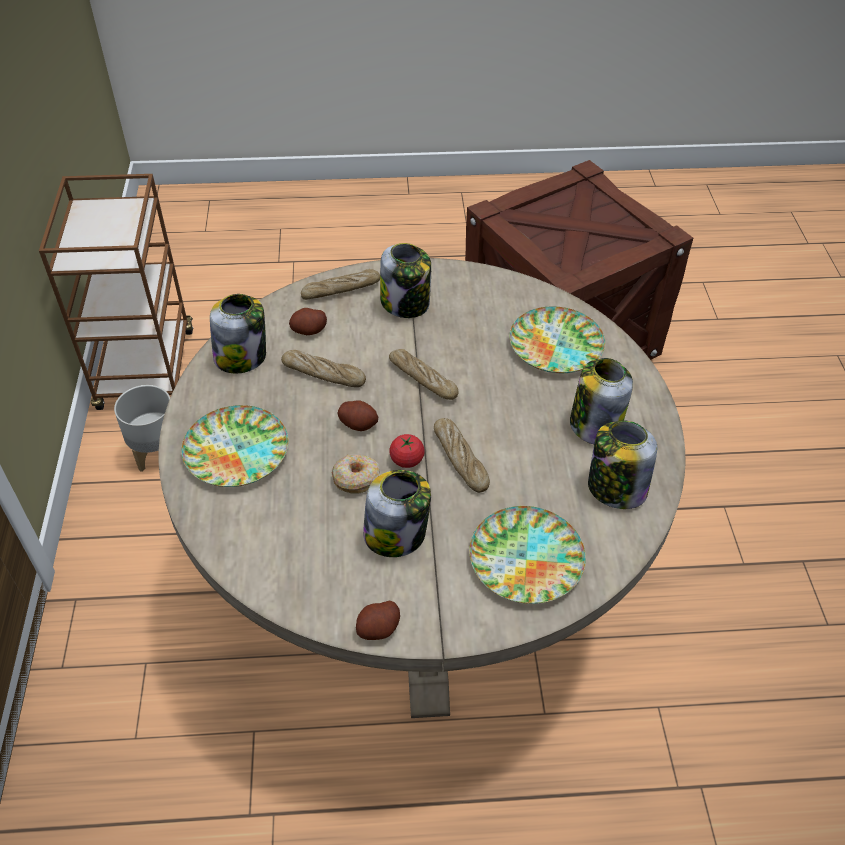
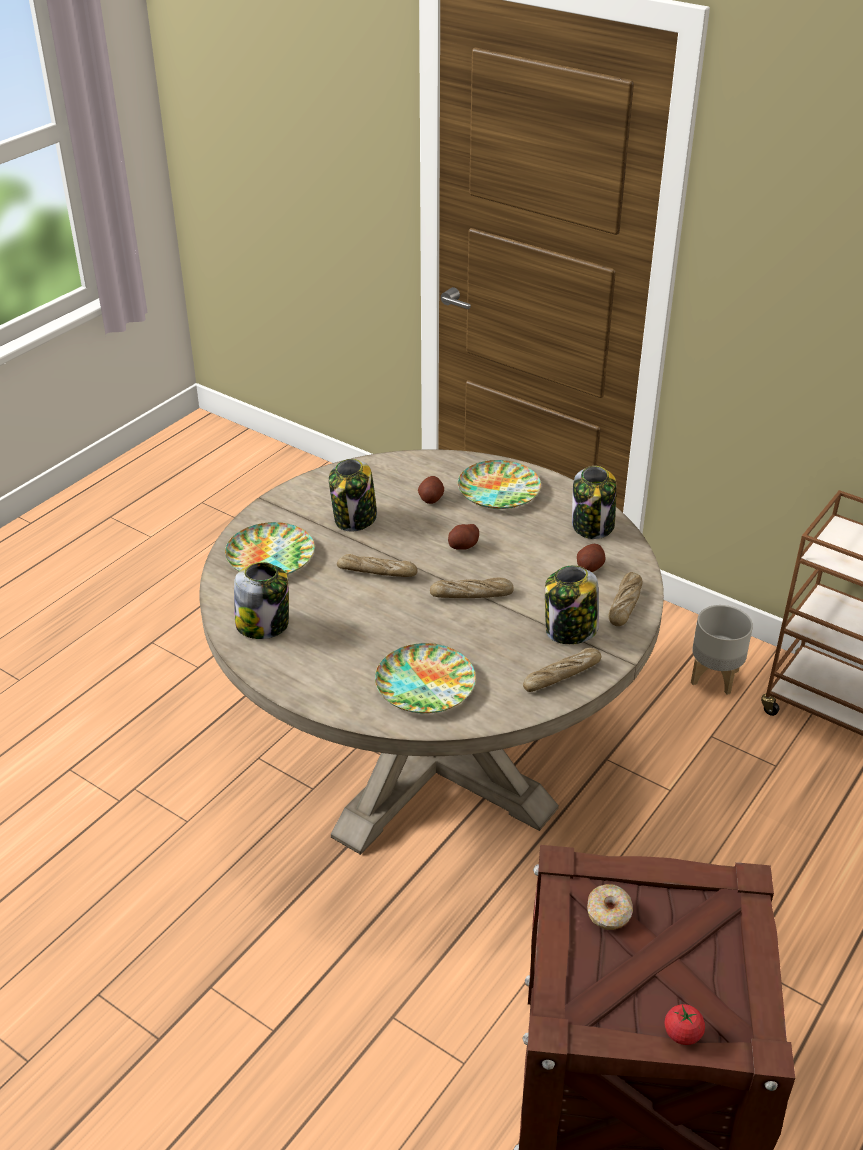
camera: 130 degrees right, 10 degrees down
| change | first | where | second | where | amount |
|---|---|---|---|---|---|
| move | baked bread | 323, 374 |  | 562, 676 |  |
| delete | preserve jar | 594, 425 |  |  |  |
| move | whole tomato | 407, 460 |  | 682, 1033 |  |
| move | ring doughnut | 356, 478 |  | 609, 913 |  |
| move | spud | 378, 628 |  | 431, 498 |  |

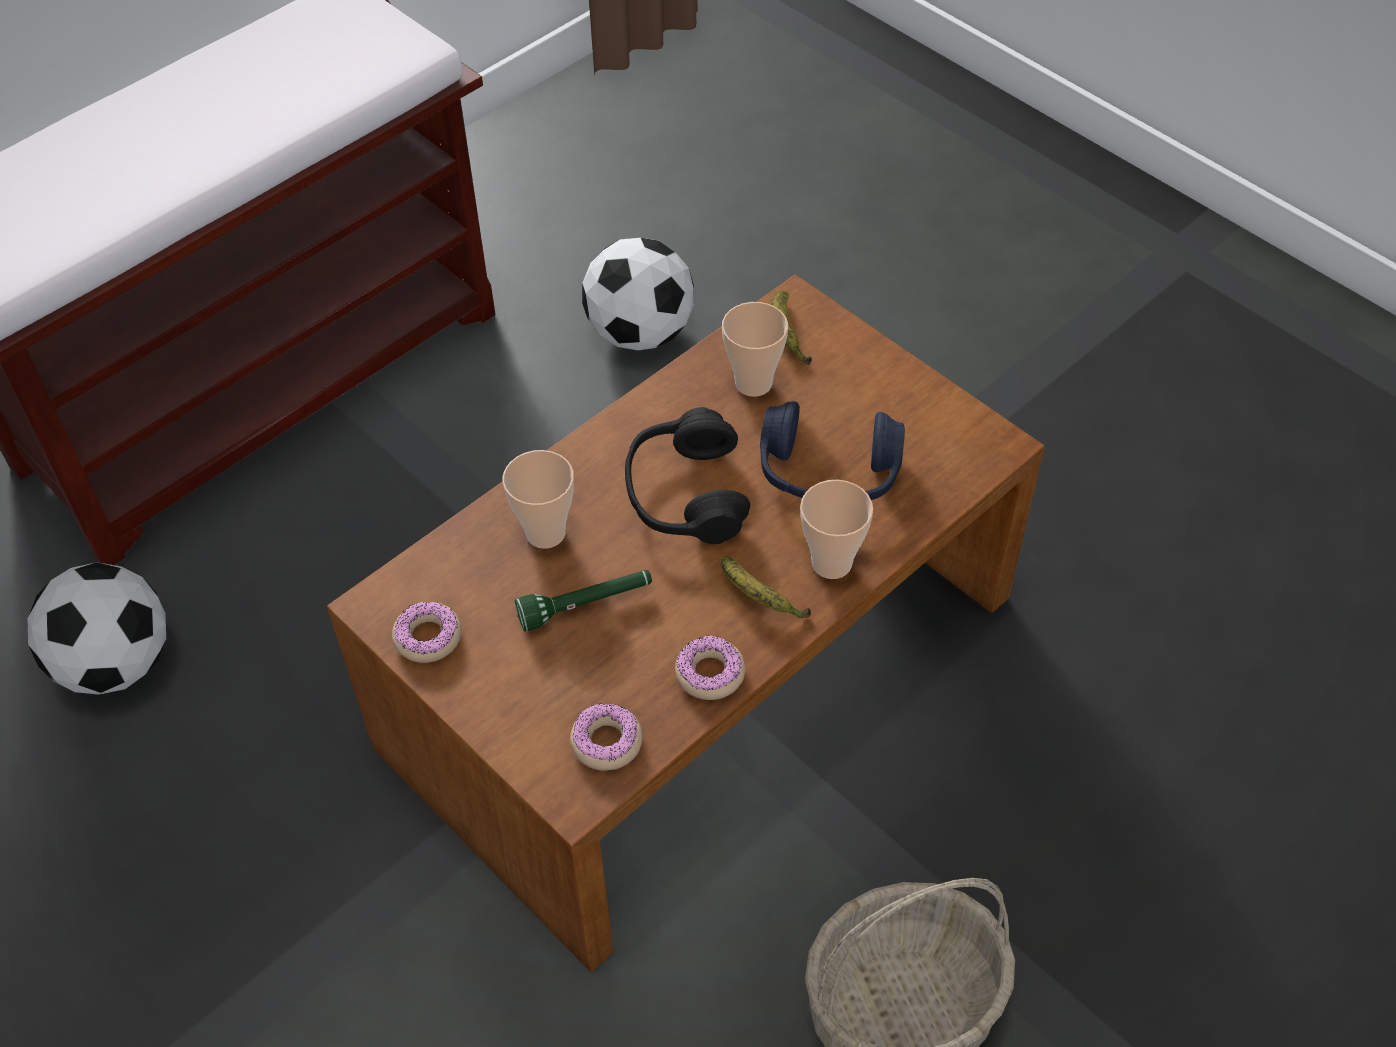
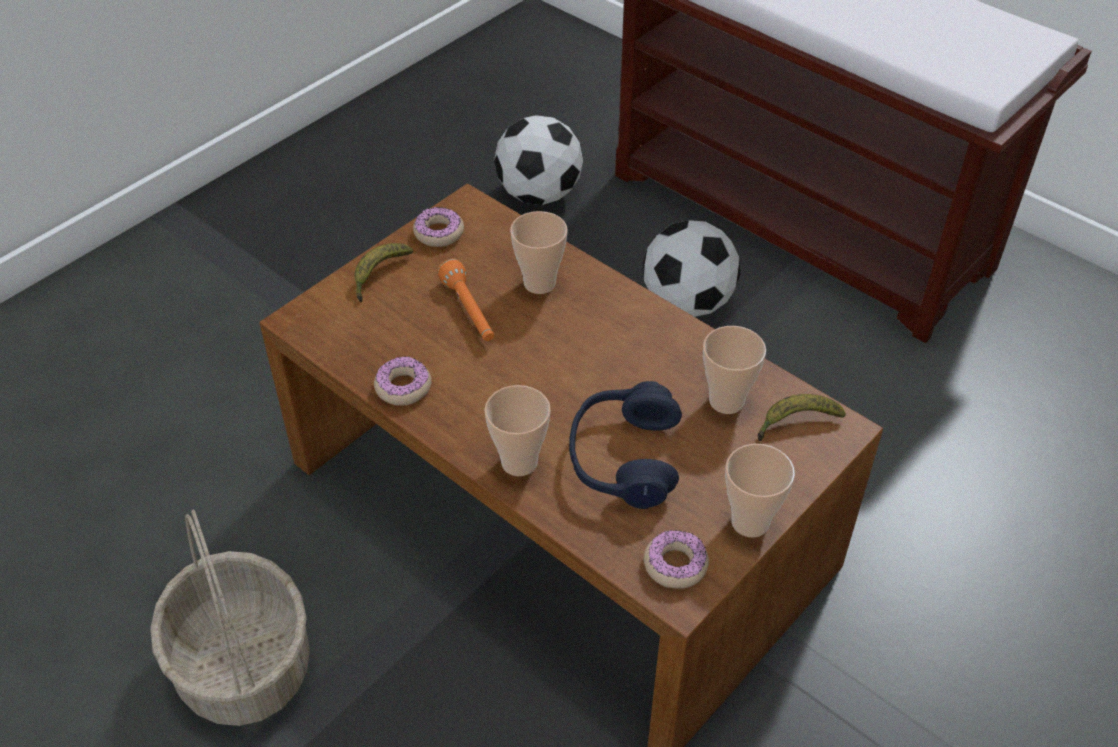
camera: 85 degrees right, 5 degrees down
| change | first | where | second | where | amount |
|---|---|---|---|---|---|
| move | ball for football | 640, 333 |  | 687, 303 |  |
| delete | headset (black-coloured) | 685, 494 |  |  |  |
| move | banana | 759, 598 |  | 379, 275 |  |
| recolor | hand torch (greenish) | 586, 605 | hand torch (orange) | 469, 311 |  |
| move | ring doughnut | 607, 742 |  | 675, 565 |  |
| insert |  |  | small cup | 750, 522 |  |

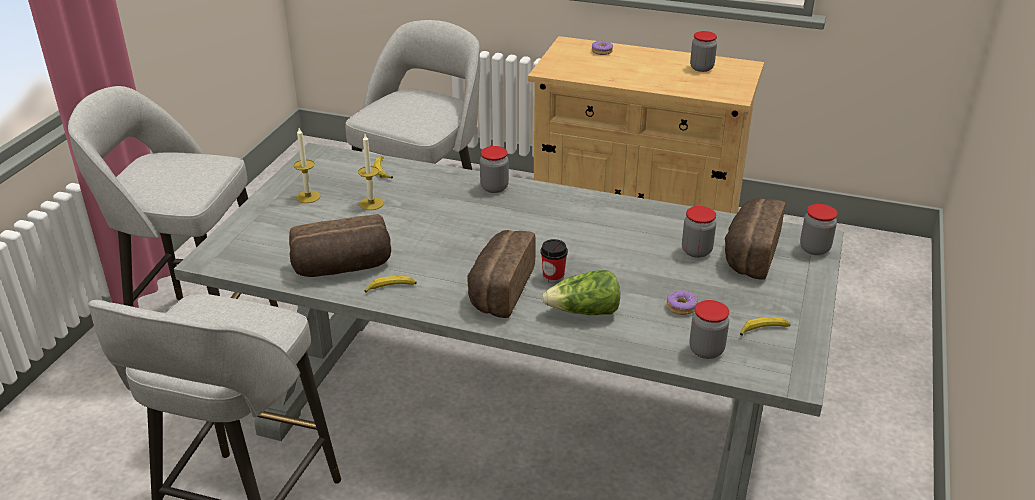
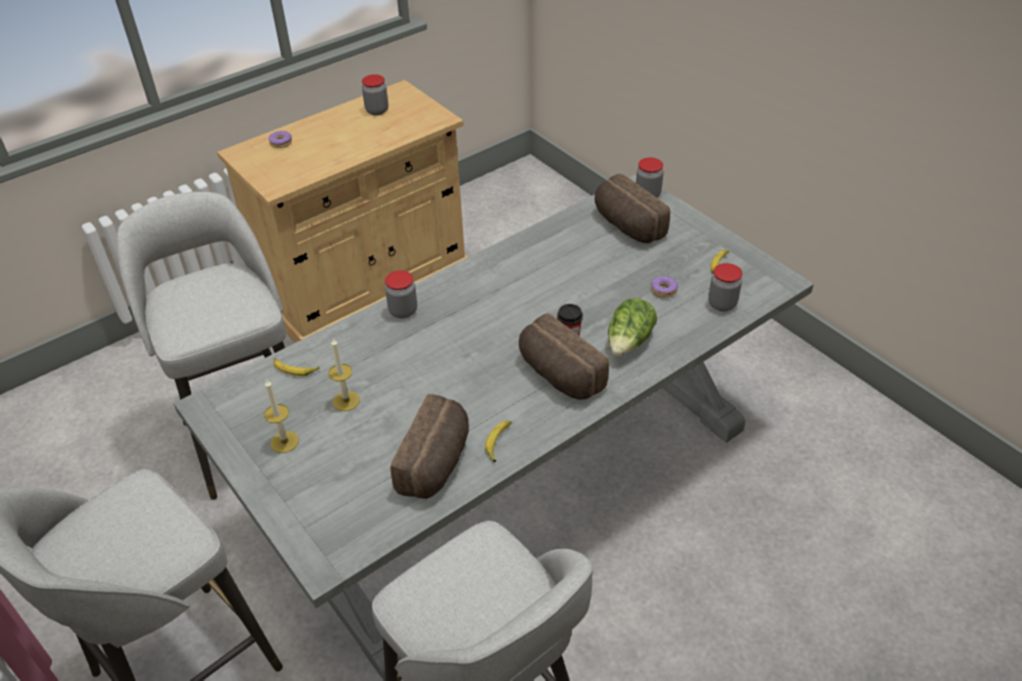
camera: 55 degrees left, 10 degrees up
| change | first | where | second | where | amount |
|---|---|---|---|---|---|
| delete | preserve jar | 696, 251 |  |  |  |

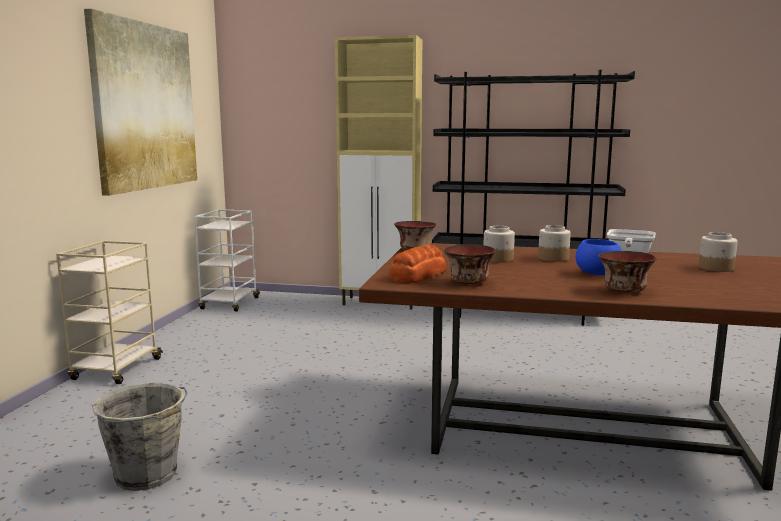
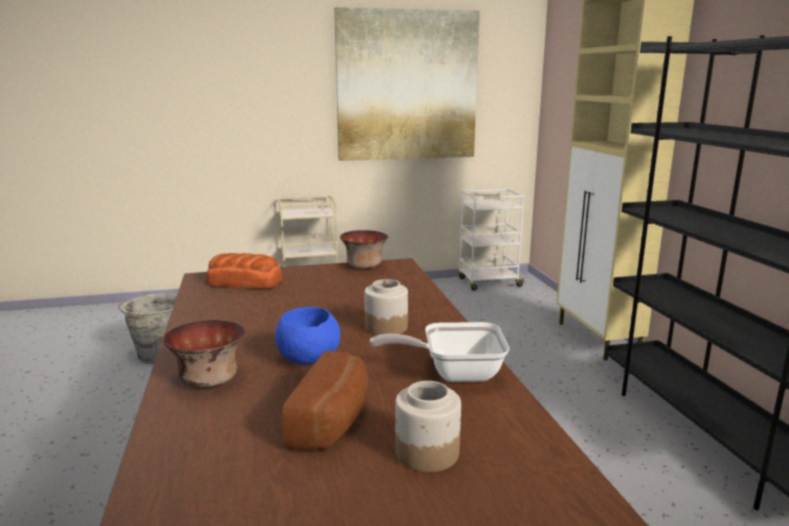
camera: 65 degrees right, 5 degrees up
| change | first | where | second | where | amount |
|---|---|---|---|---|---|
| delete | preserve jar | 498, 259 |  |  |  |
| delete | deep dish | 469, 283 |  |  |  |
| insert |  |  | baked bread | 334, 421 |  |

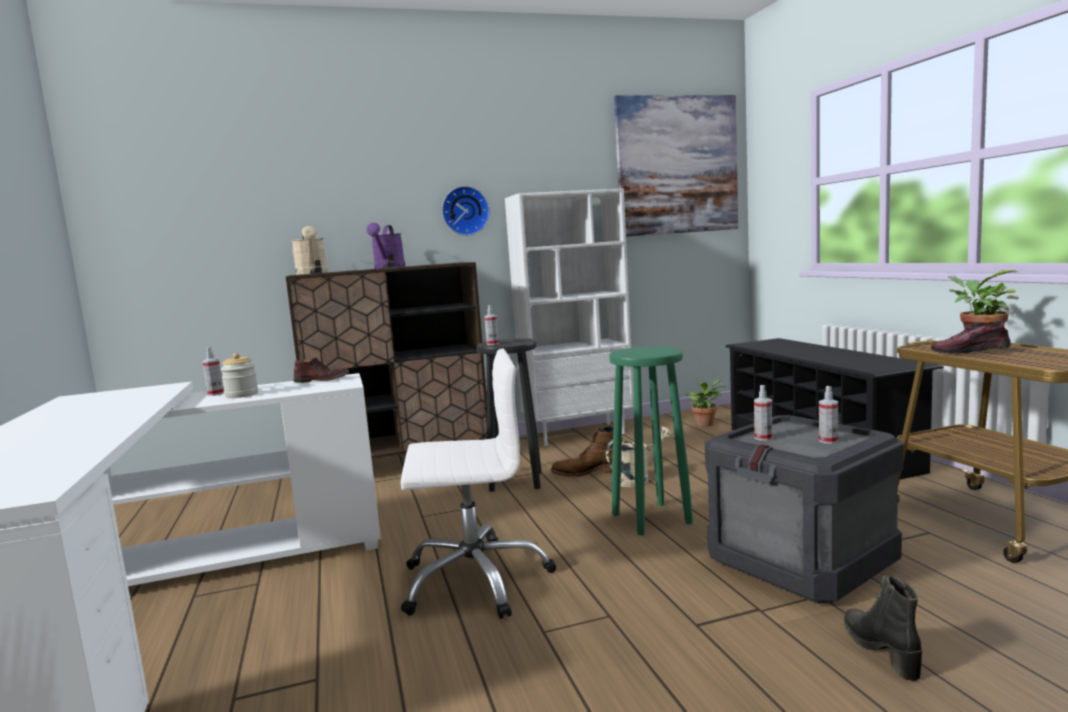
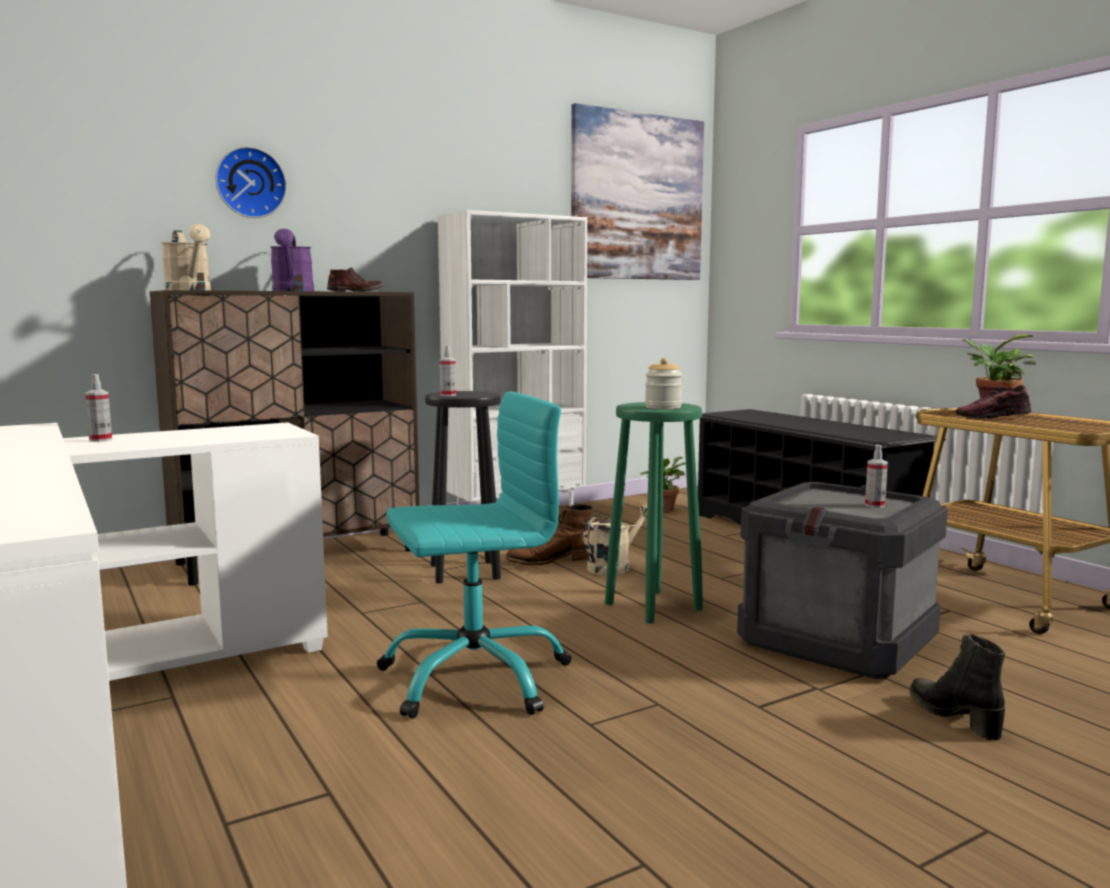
camera: 15 degrees left, 0 degrees up
| change | first | where | second | where | amount |
|---|---|---|---|---|---|
| move | clock on the wall | 465, 211 |  | 250, 183 |  |
| recolor | computer chair (whitish) | 475, 580 | computer chair (turquoise-coloured) | 474, 677 |  |
| move | preserve jar | 242, 395 |  | 663, 407 |  |
| move | low shoe (brown) | 322, 380 |  | 356, 291 |  |
| delete | sprayer | 763, 438 |  |  |  |

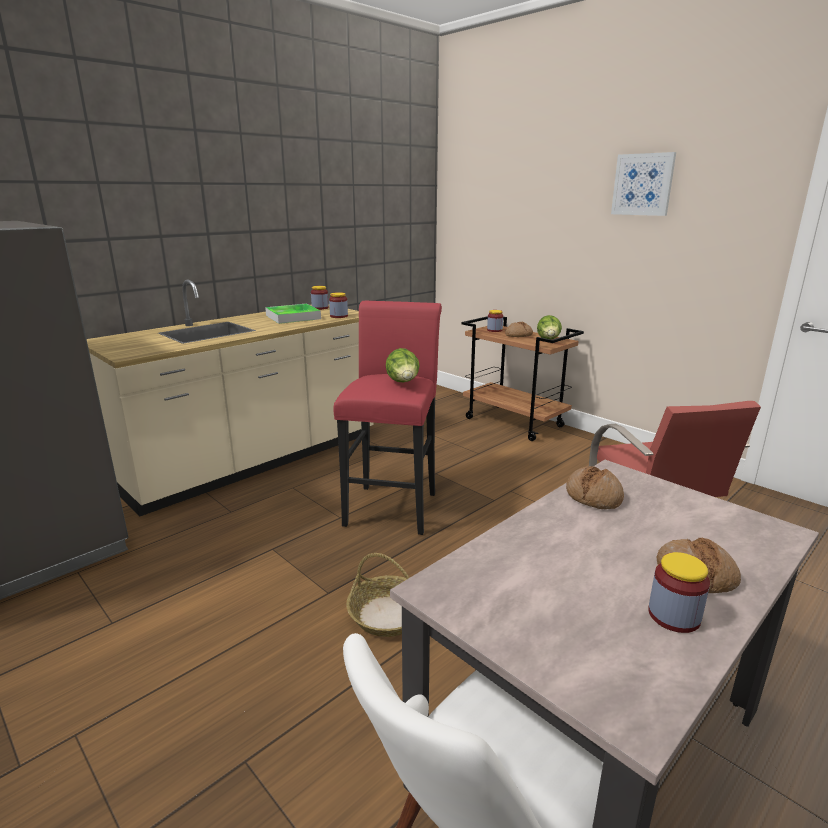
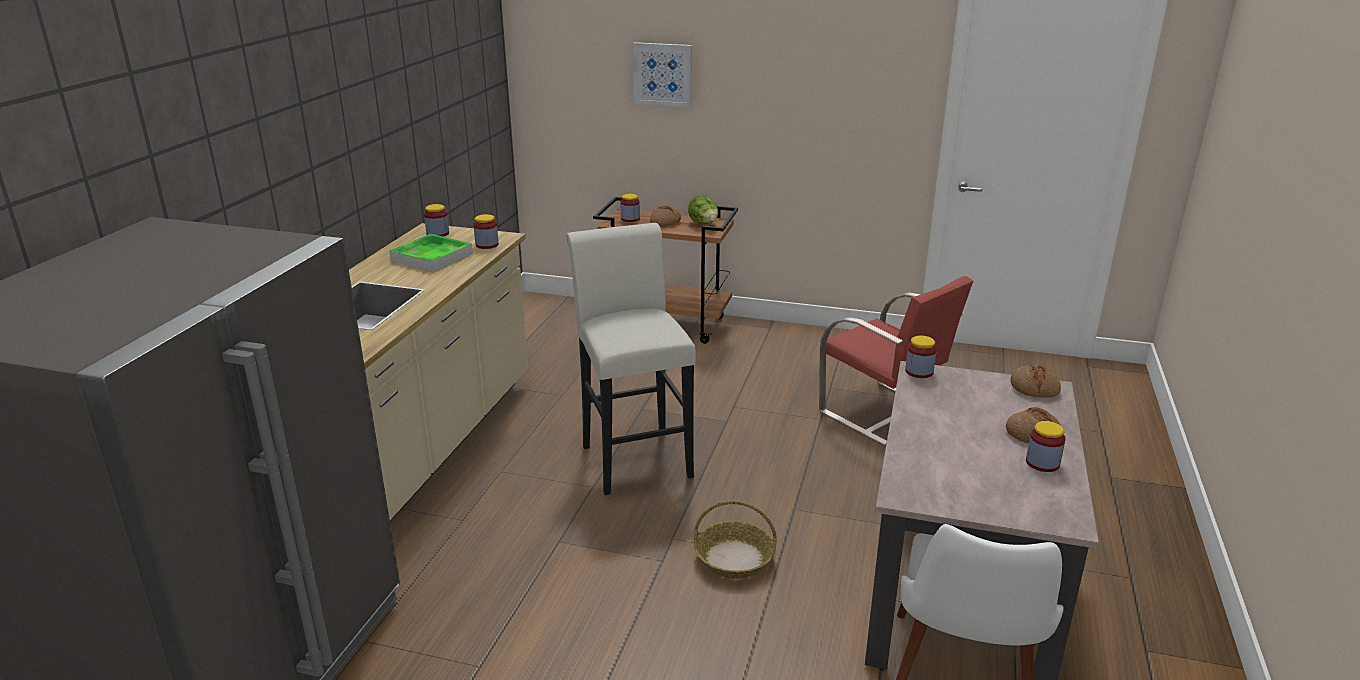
camera: 30 degrees left, 5 degrees up
| change | first | where | second | where | amount |
|---|---|---|---|---|---|
| move | wall art | 643, 184 |  | 663, 74 |  |
| recolor | stool (red) | 393, 505 | stool (whitish) | 633, 456 |  |
| delete | lettuce head | 403, 383 |  |  |  |
| move | baked bread | 594, 496 |  | 1034, 388 |  |
| insert |  |  | preserve jar | 919, 372 |  |

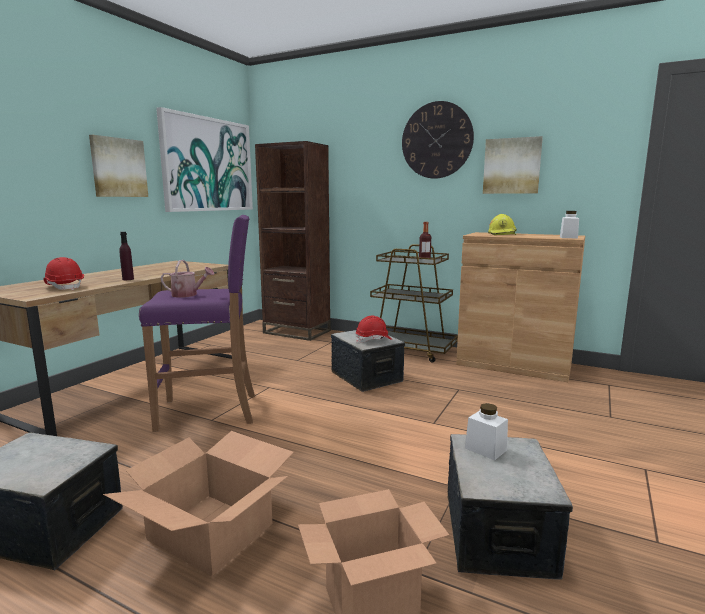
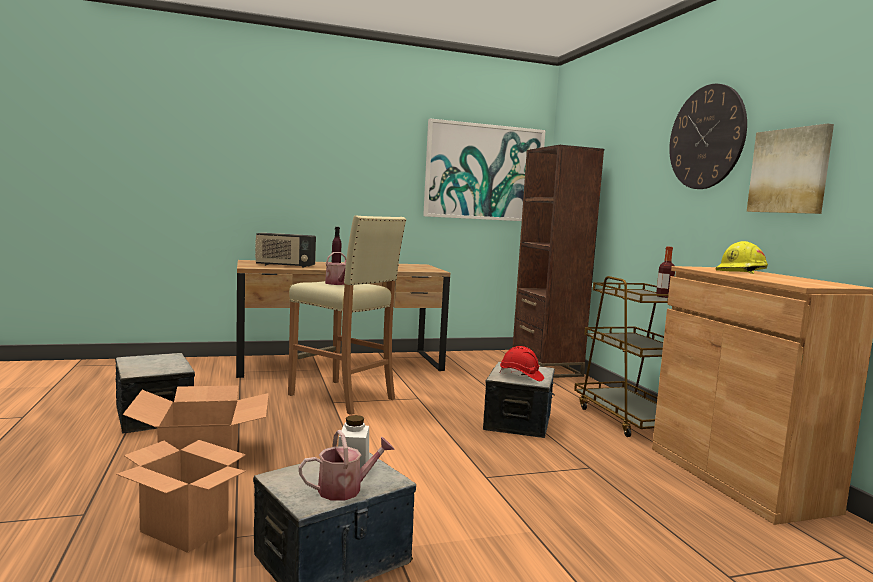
camera: 45 degrees right, 5 degrees down
| change | first | where | second | where | amount |
|---|---|---|---|---|---|
| delete | wall art | 118, 167 |  |  |  |
| delete | preserve jar (whitish) | 568, 237 |  |  |  |
| recolor | stool (purple) | 209, 412 | stool (beige) | 342, 397 |  |
| replace | hard hat (red) | 65, 287 | radio | 285, 266 |  |
| insert |  |  | watering pot | 346, 489 |  |

